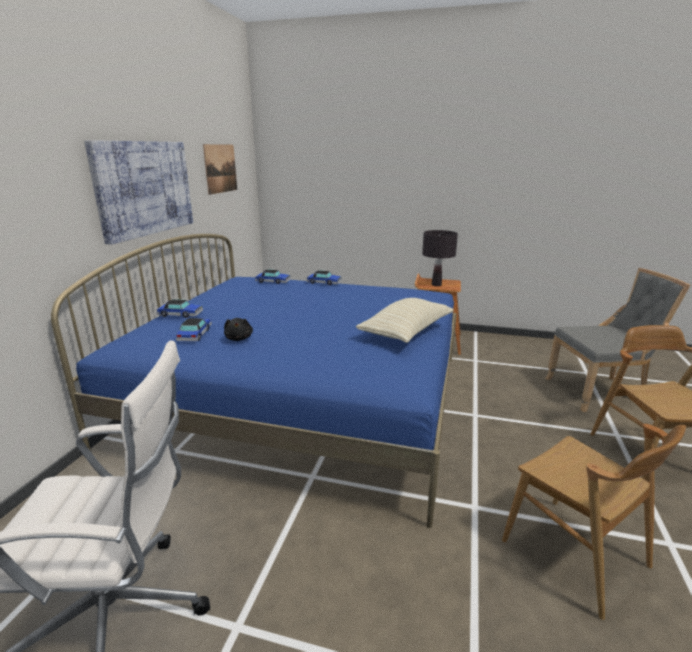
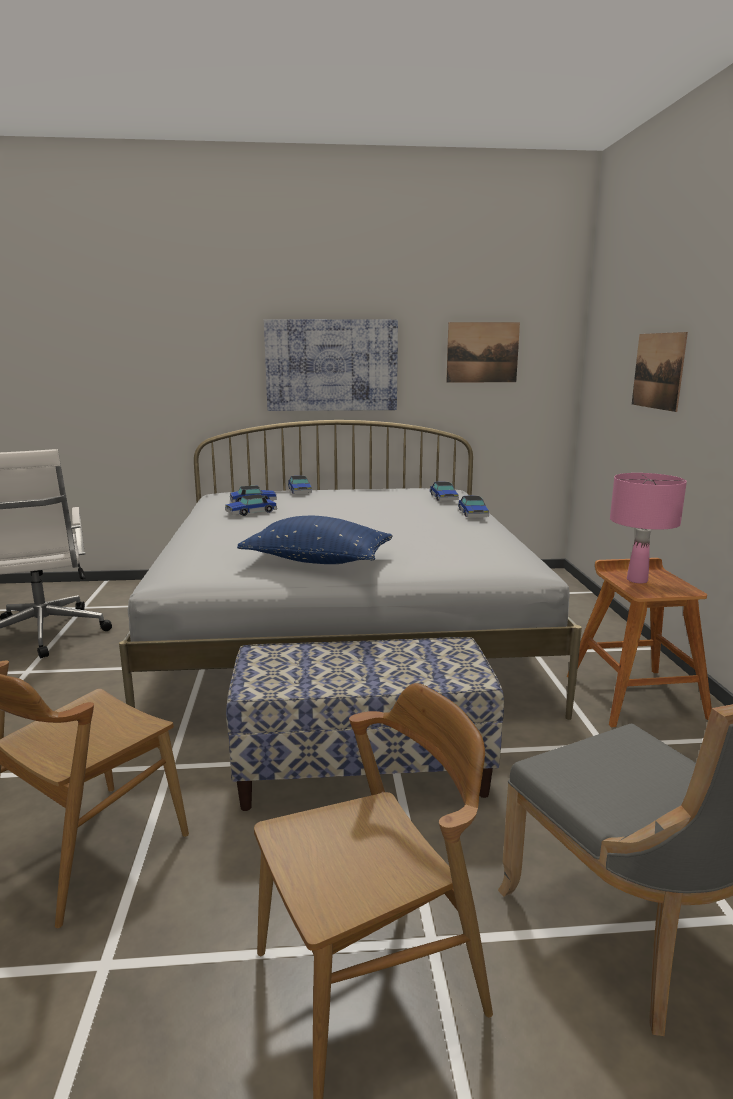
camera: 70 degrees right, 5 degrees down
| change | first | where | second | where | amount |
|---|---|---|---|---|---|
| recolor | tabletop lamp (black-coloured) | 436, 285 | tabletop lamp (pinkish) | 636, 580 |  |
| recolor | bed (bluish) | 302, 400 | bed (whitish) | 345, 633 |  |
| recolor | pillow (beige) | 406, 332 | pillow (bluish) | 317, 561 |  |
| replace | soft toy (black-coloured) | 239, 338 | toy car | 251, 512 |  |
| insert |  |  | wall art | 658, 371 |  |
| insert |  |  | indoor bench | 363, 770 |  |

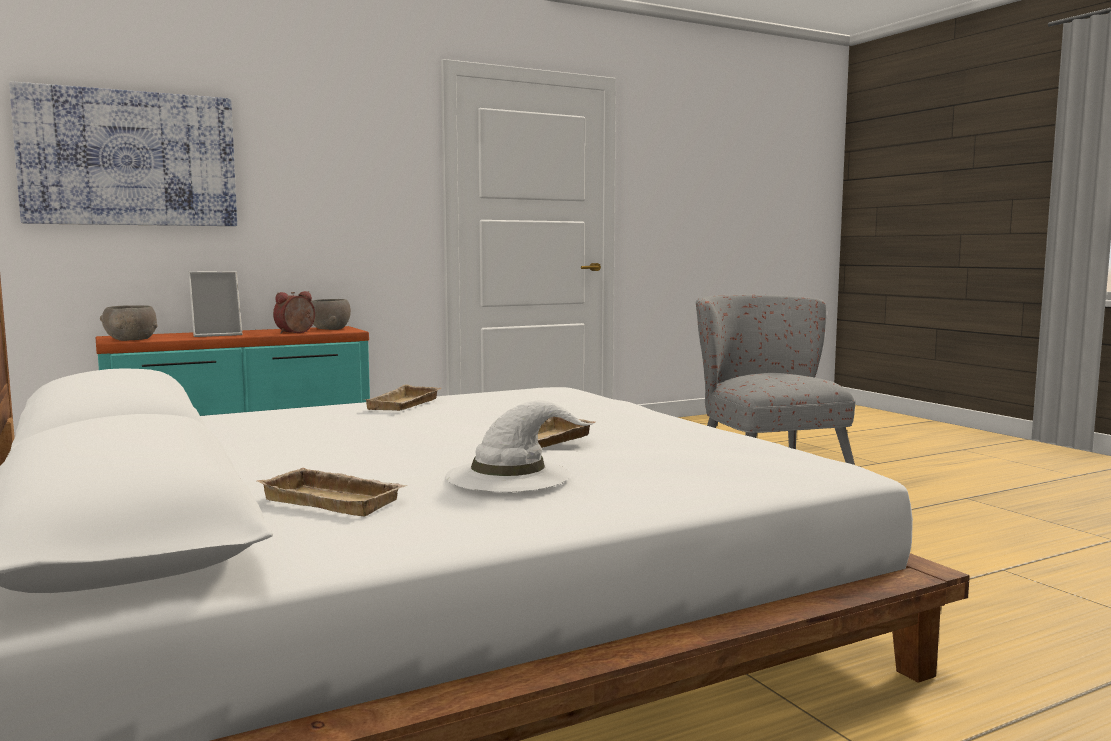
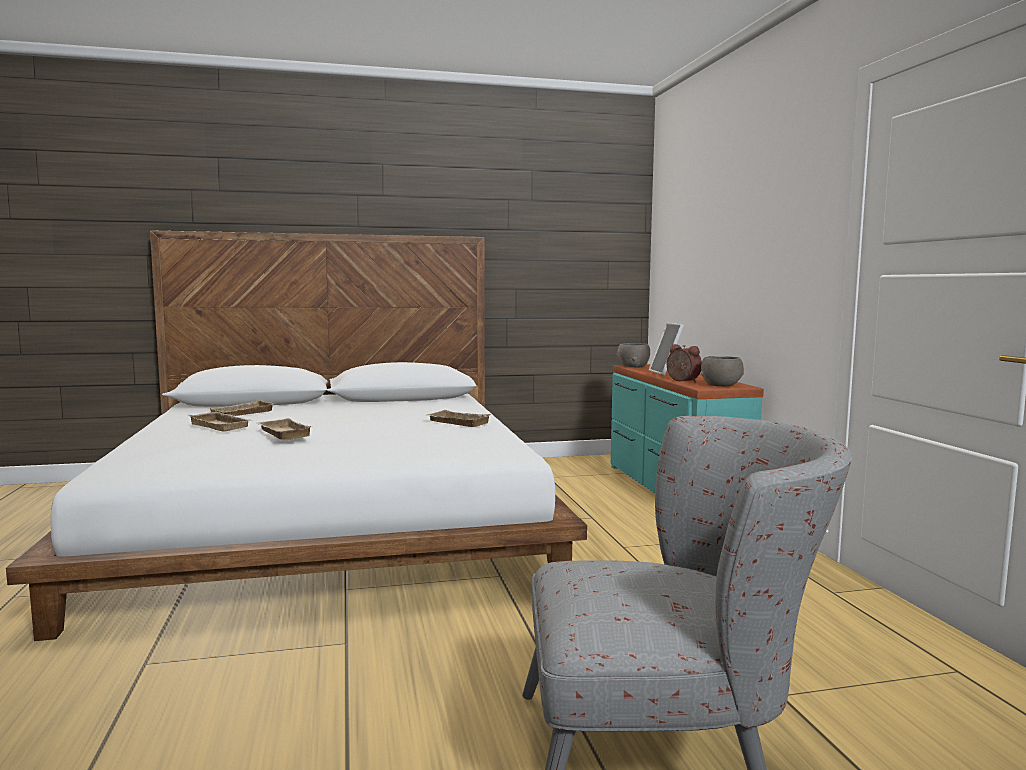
camera: 105 degrees right, 0 degrees up
| change | first | where | second | where | amount |
|---|---|---|---|---|---|
| delete | wall art | 129, 159 |  |  |  |
| replace | clothing hat (whitish) | 510, 475 | tray (beige) | 222, 426 |  |

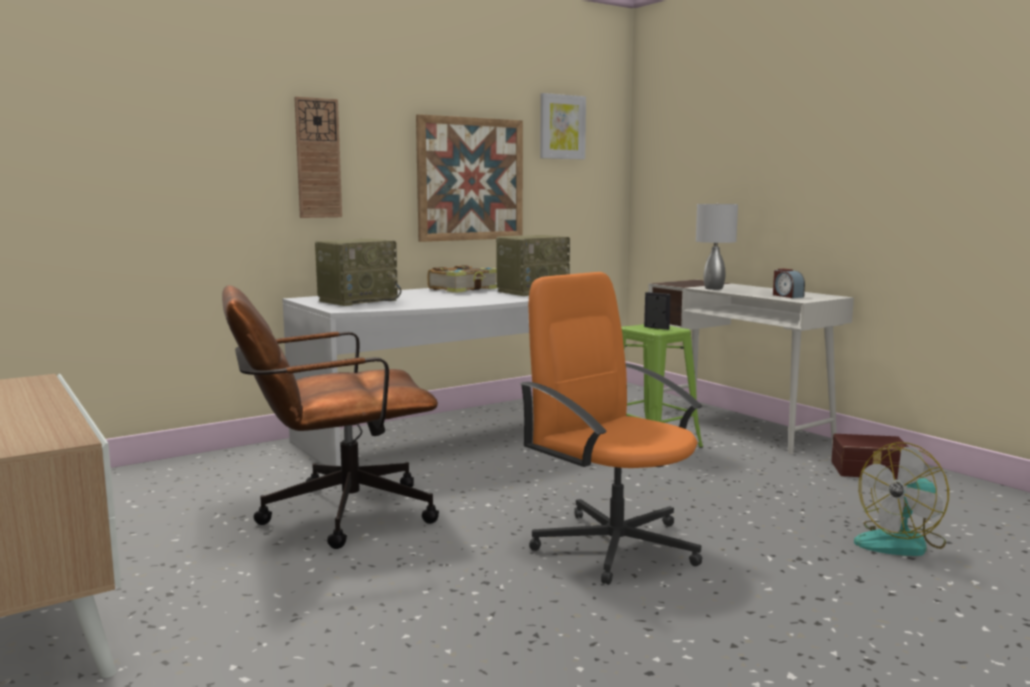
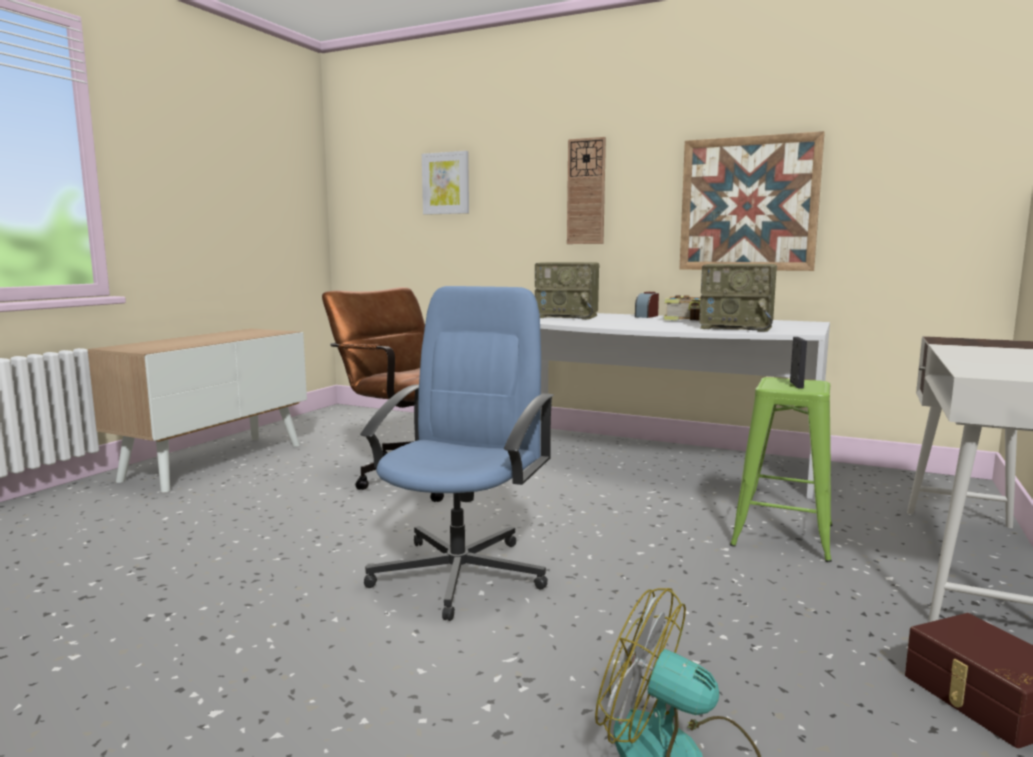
camera: 60 degrees right, 0 degrees up
| change | first | where | second | where | amount |
|---|---|---|---|---|---|
| move | wall art | 561, 127 |  | 446, 183 |  |
| delete | tabletop lamp (greyish) | 714, 288 |  |  |  |
| move | alarm clock | 787, 296 |  | 646, 316 |  |
| recolor | computer chair (orange) | 614, 545 | computer chair (bluish) | 461, 573 |  |

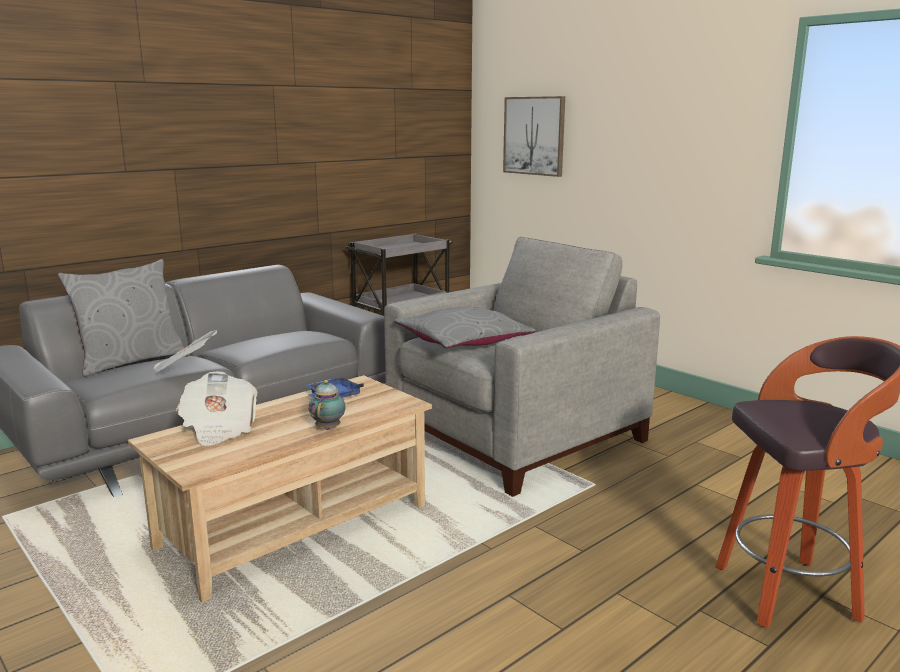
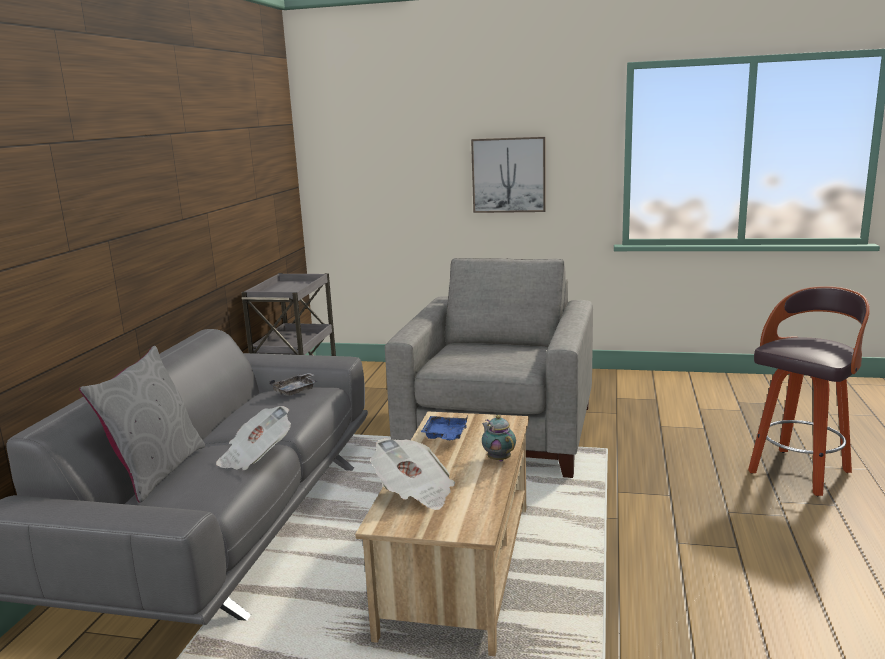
camera: 35 degrees left, 0 degrees up
| change | first | where | second | where | amount |
|---|---|---|---|---|---|
| move | wall art | 534, 136 |  | 508, 175 |  |
| delete | pillow (greyish) | 463, 341 |  |  |  |
| insert |  |  | tray (greyish) | 296, 390 |  |

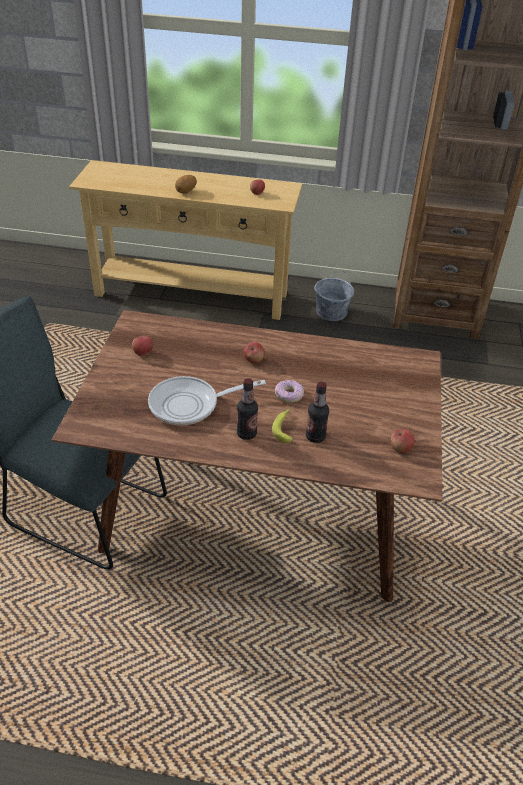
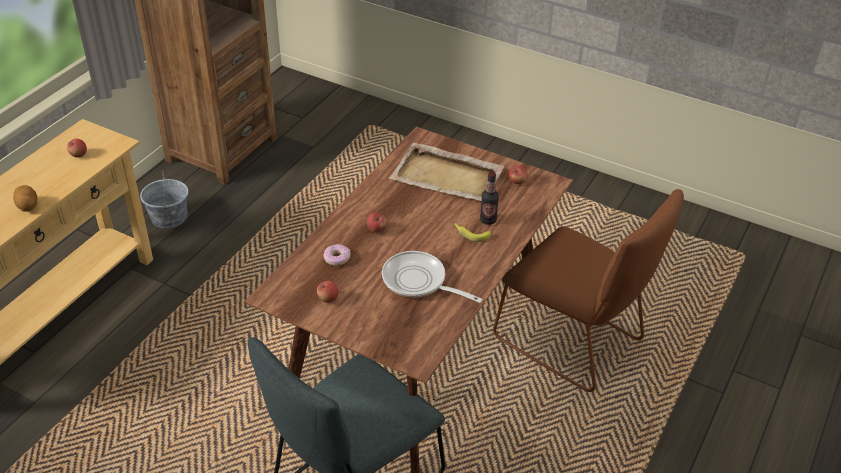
camera: 70 degrees left, 0 degrees up
| change | first | where | second | where | amount |
|---|---|---|---|---|---|
| rotate | pan | 190, 405 |  | 418, 282 | 120 degrees clockwise |
| delete | bottle | 246, 434 |  |  |  |
| move | ring doughnut | 289, 394 |  | 337, 258 |  |
| insert |  |  | tray (beige) | 448, 176 |  |
| insert |  |  | chair (brown) | 573, 342 |  |

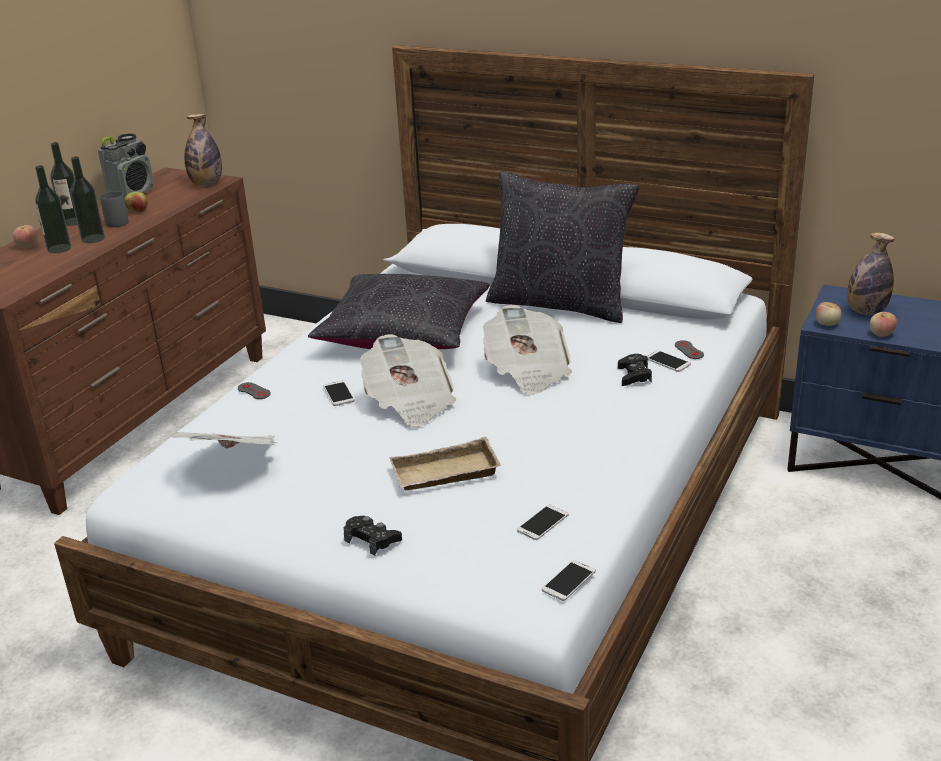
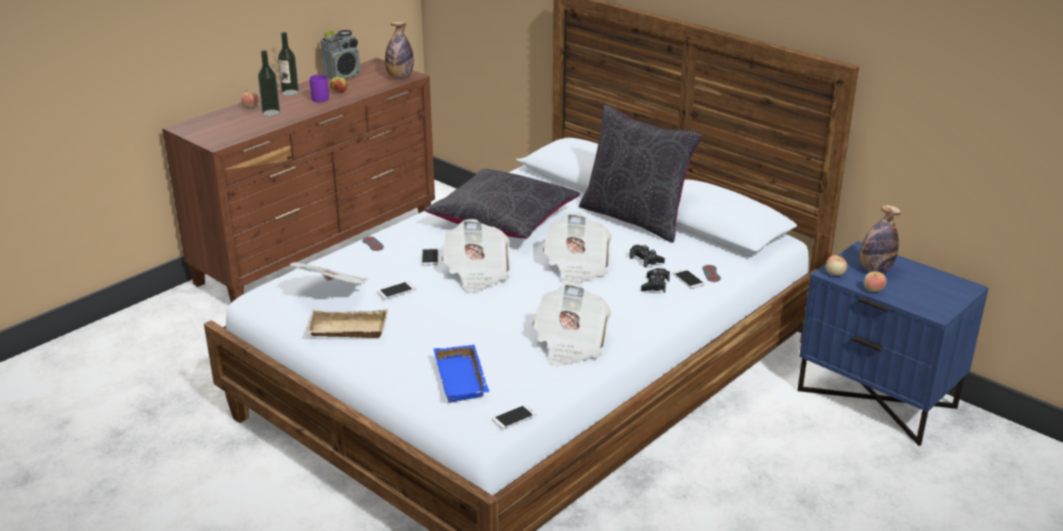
camera: 15 degrees right, 0 degrees up
| change | first | where | second | where | amount |
|---|---|---|---|---|---|
| delete | bottle | 93, 238 |  |  |  |
| recolor | tea mug (greyish) | 116, 221 | tea mug (purple) | 320, 97 |  |
| move | tray (beige) | 444, 475 |  | 346, 330 |  |
| move | handset | 542, 523 |  | 396, 290 |  |
| move | gamepad (black-coloured) | 372, 539 |  | 646, 260 |  |
| insert |  |  | printed paper | 570, 344 |  |
| insert |  |  | tray (bluish) | 463, 379 |  |

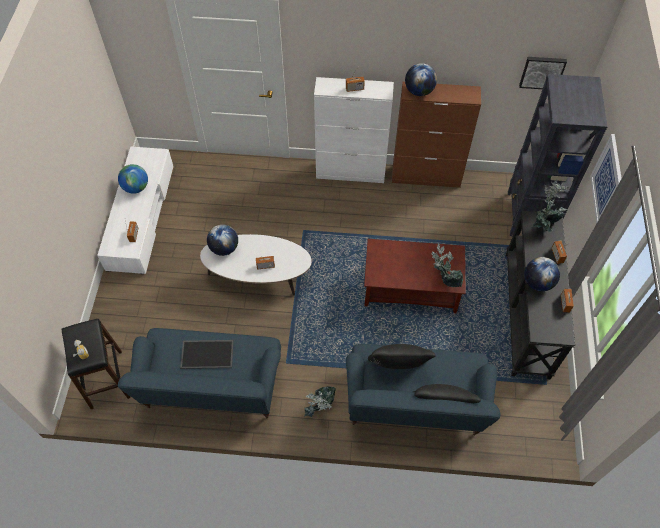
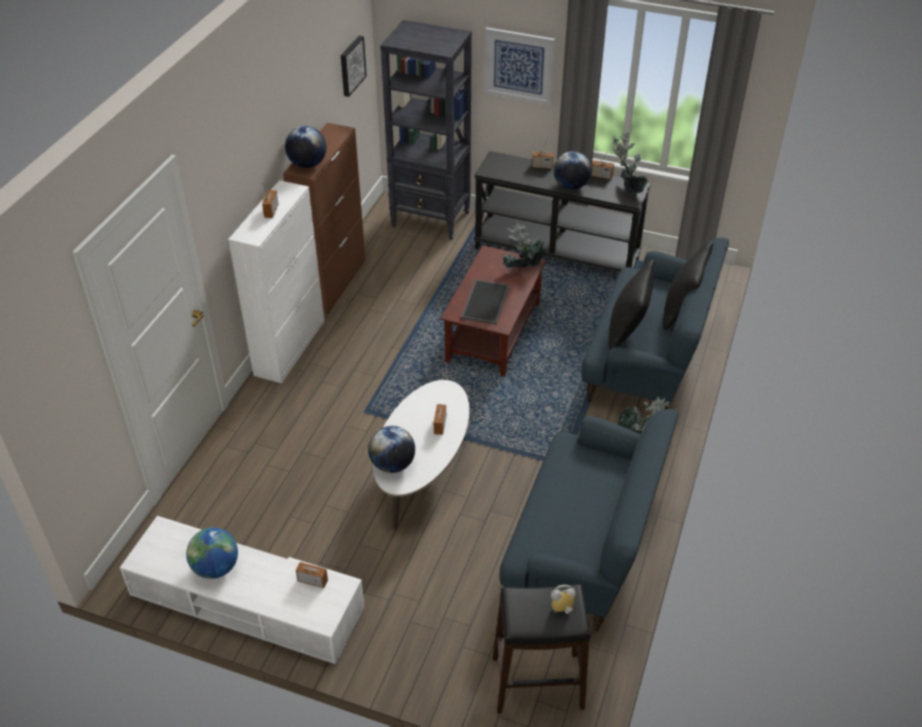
camera: 75 degrees left, 15 degrees down
| change | first | where | second | where | amount |
|---|---|---|---|---|---|
| move | plant in a pot | 544, 224 |  | 628, 191 |  |
| move | tray | 208, 353 |  | 484, 301 |  |

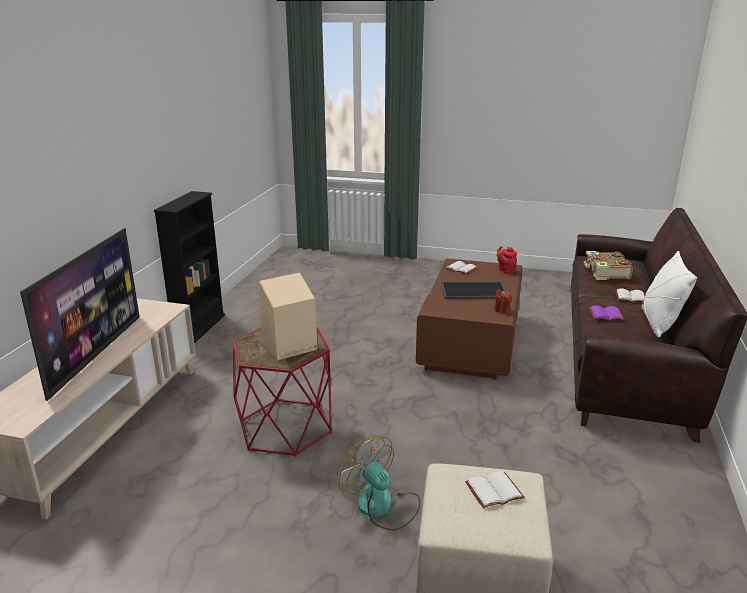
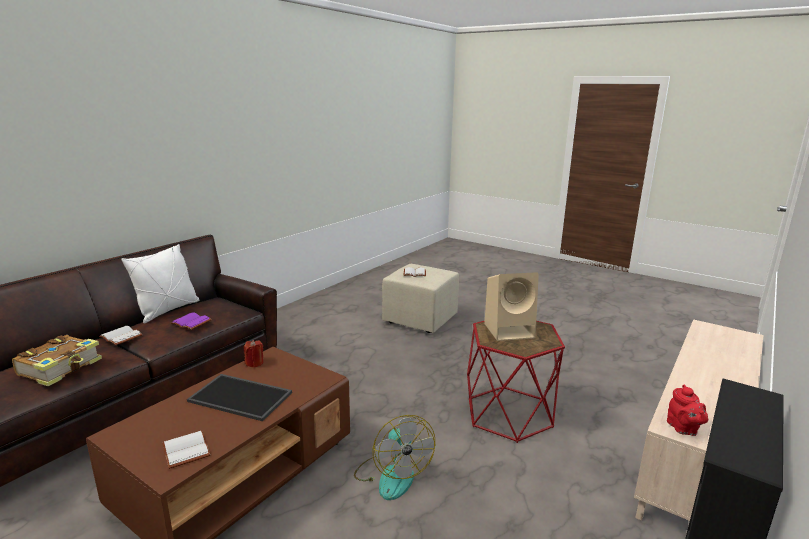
camera: 160 degrees left, 5 degrees down
| change | first | where | second | where | amount |
|---|---|---|---|---|---|
| delete | TV set | 95, 354 |  |  |  |
| move | tea pot (red) | 505, 270 |  | 683, 429 |  |
| move | fan | 382, 506 |  | 392, 475 |  |

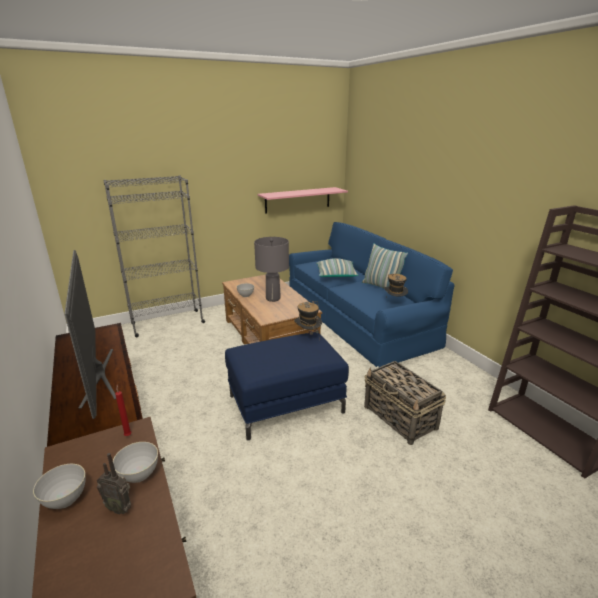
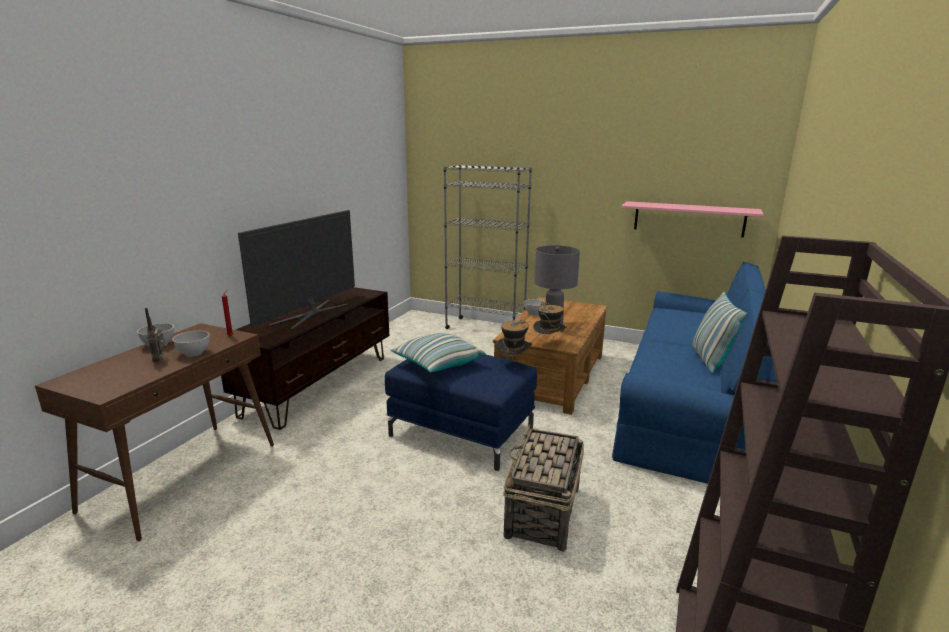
camera: 50 degrees right, 5 degrees down
| change | first | where | second | where | amount |
|---|---|---|---|---|---|
| move | pillow | 336, 276 |  | 437, 364 |  |
| move | clothing hat | 394, 302 |  | 549, 344 |  |

